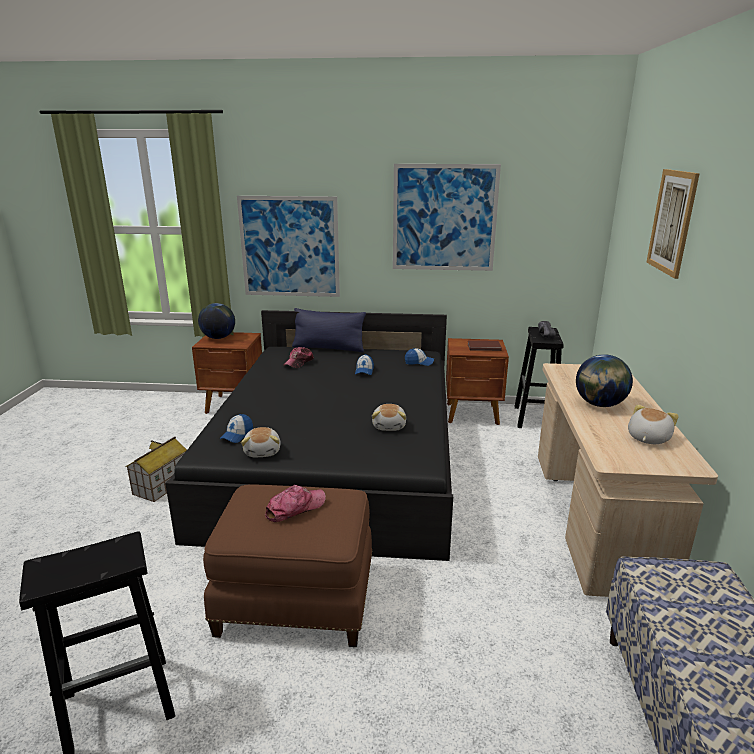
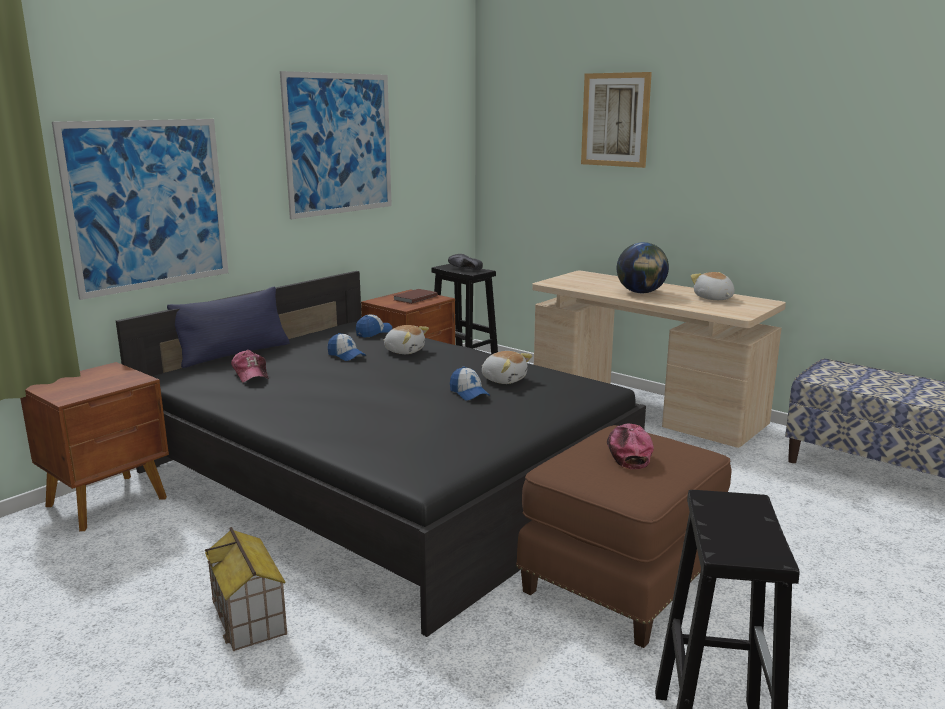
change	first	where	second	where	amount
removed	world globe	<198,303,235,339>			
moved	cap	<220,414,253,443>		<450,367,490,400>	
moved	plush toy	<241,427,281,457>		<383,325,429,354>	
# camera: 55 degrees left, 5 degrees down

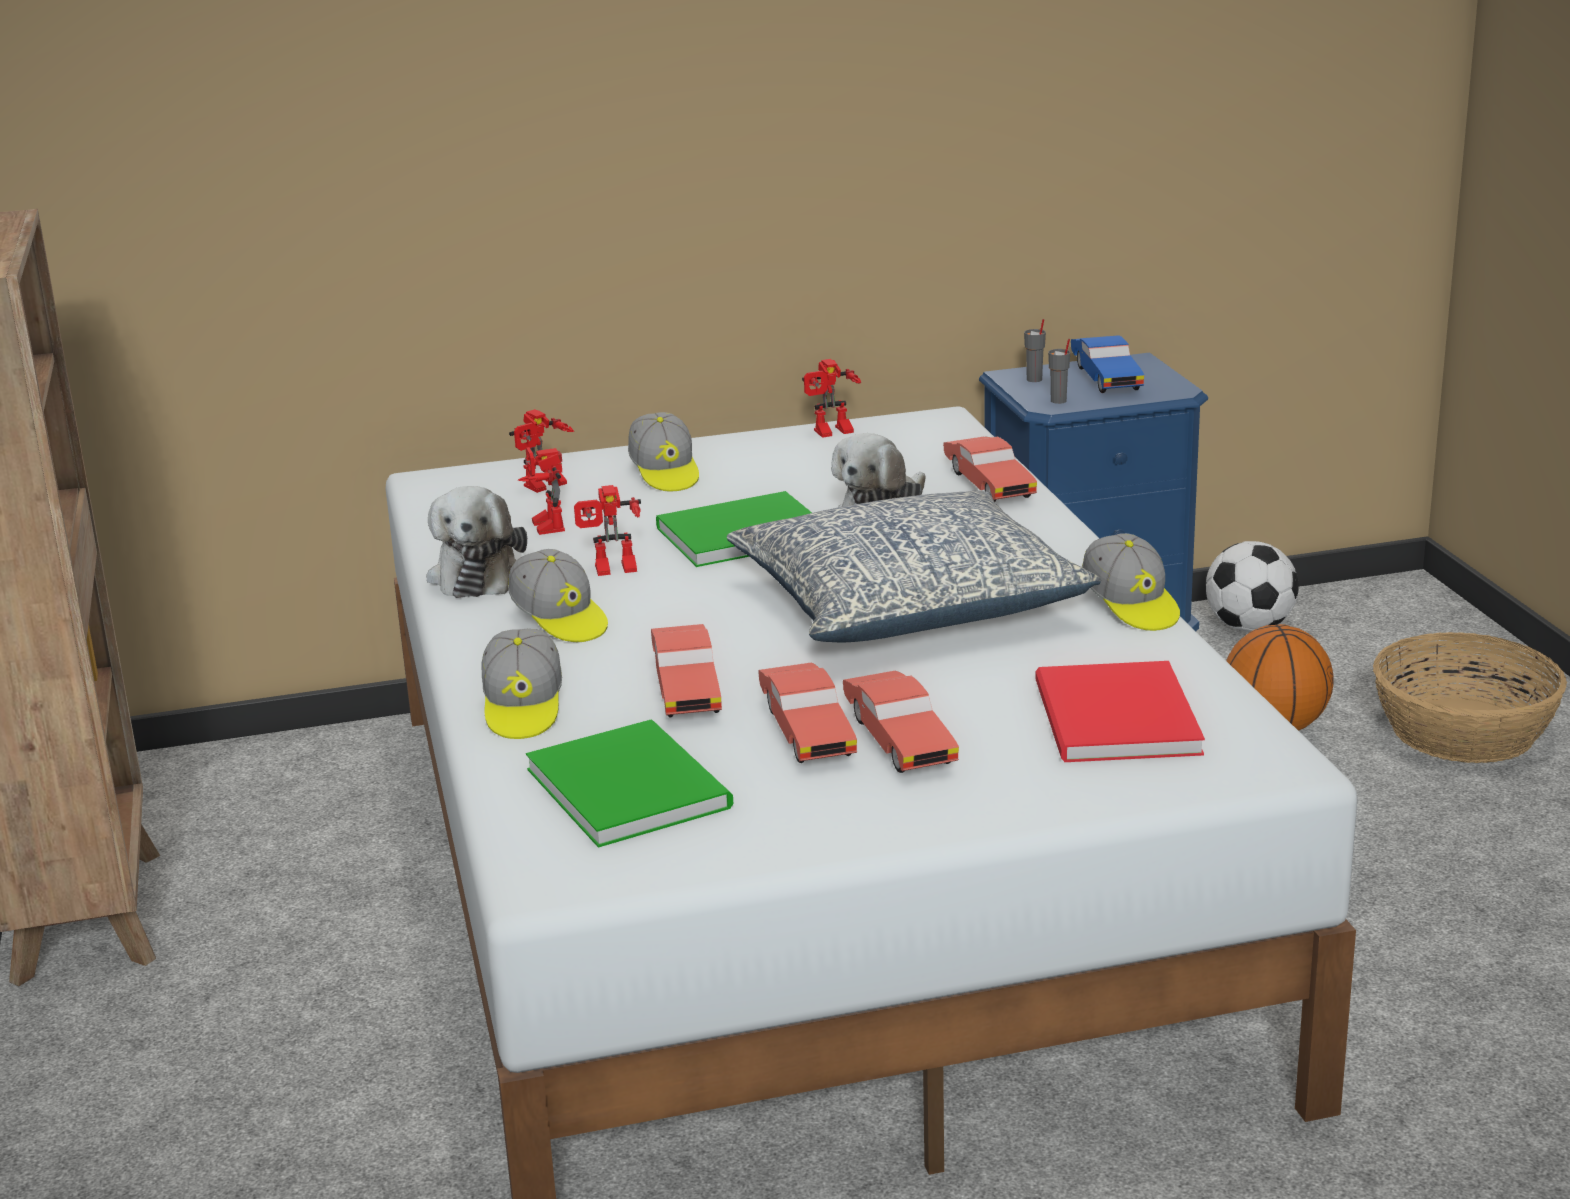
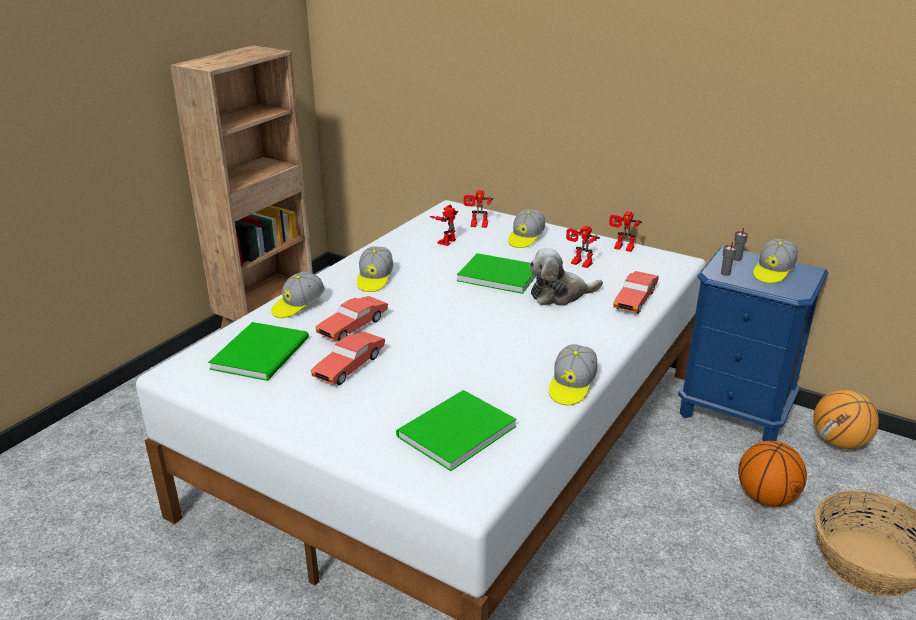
change	first	where	second	where	amount
removed	plush toy	<426,486,527,598>			
removed	throw pillow	<727,491,1101,643>			
removed	red-coloured toy car	<843,671,959,773>			
moved	toy robot	<574,485,641,576>		<566,225,600,268>	
replaced	bluish toy car	<1071,335,1144,393>	cap	<753,239,798,283>	
replaced	football ball	<1205,541,1299,632>	ball for basketball	<813,390,879,449>	
recoloured	red-coloured bound book	<1036,661,1205,762>	greenish bound book	<396,390,517,471>	
# camera: 45 degrees right, 5 degrees up

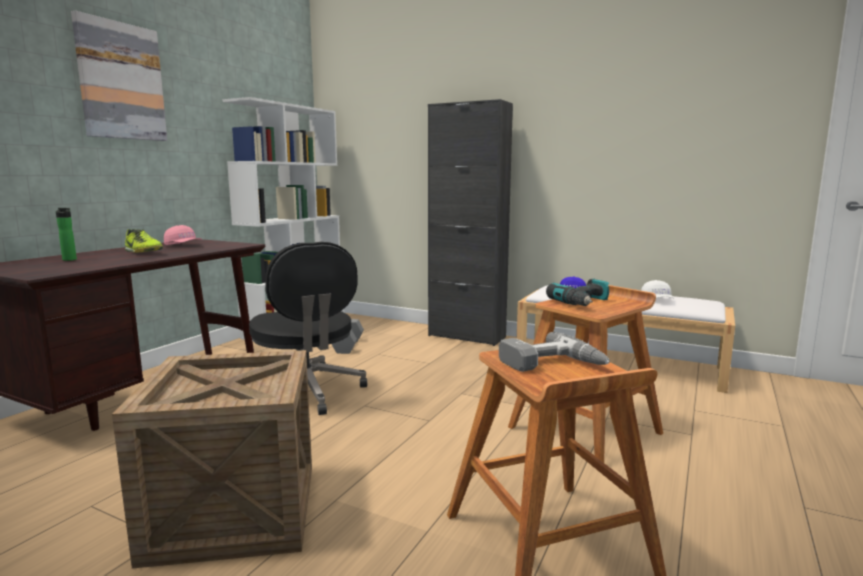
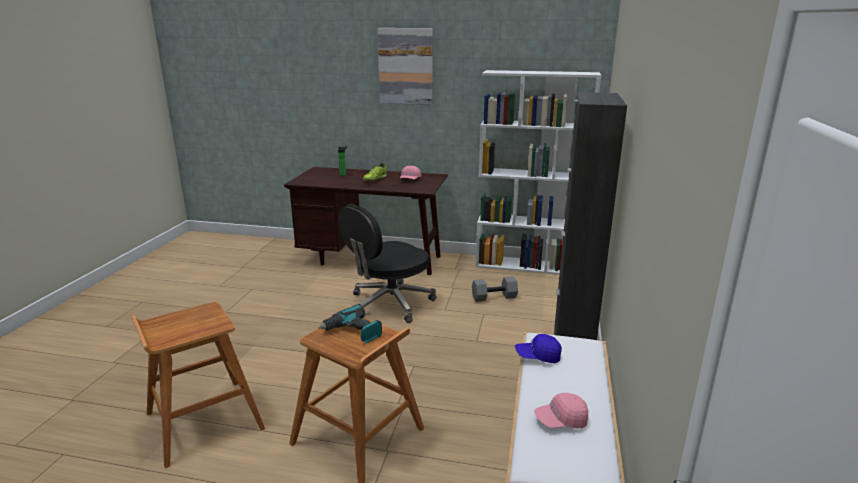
change	first	where	second	where	amount
removed	shipping crate	<112,350,312,569>			
removed	electric drill	<499,332,610,372>			
recoloured	white cap	<641,280,674,298>	pinkish cap	<534,393,588,428>	
# camera: 75 degrees right, 10 degrees up

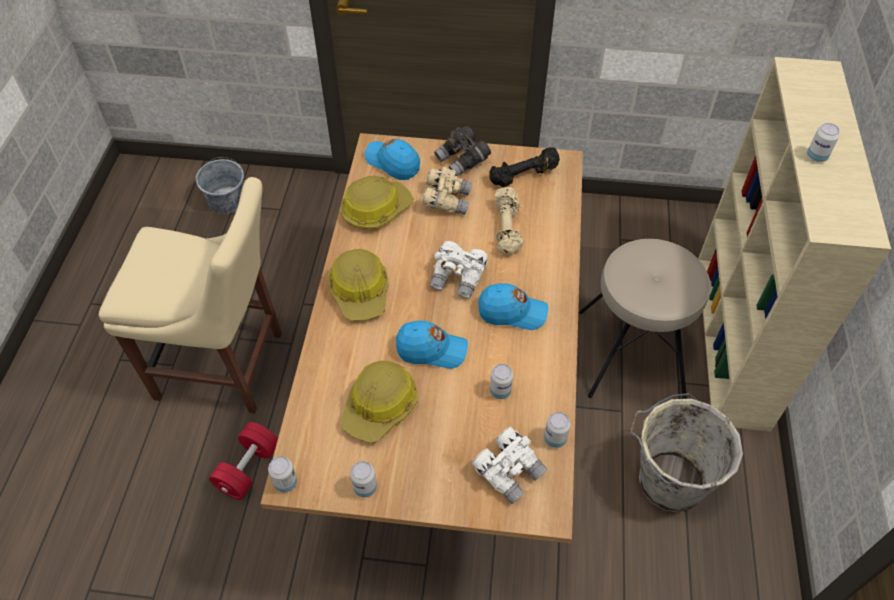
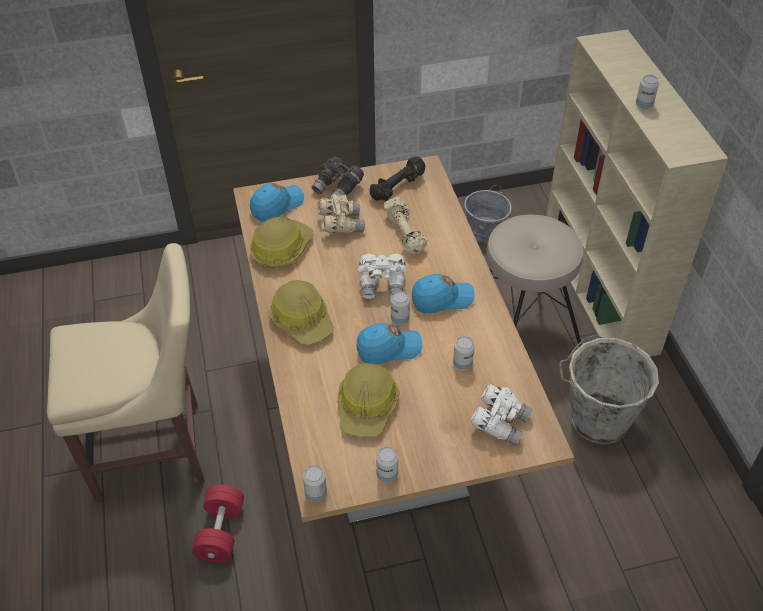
change	first	where	second	where	amount
moved	grey pail	<196,157,244,214>		<464,185,512,242>	
moved	metal can	<544,412,571,448>		<391,291,410,324>	
turned	bluish cap	<365,139,420,180>		<250,183,304,222>	120 degrees clockwise
# camera: 20 degrees left, 5 degrees down

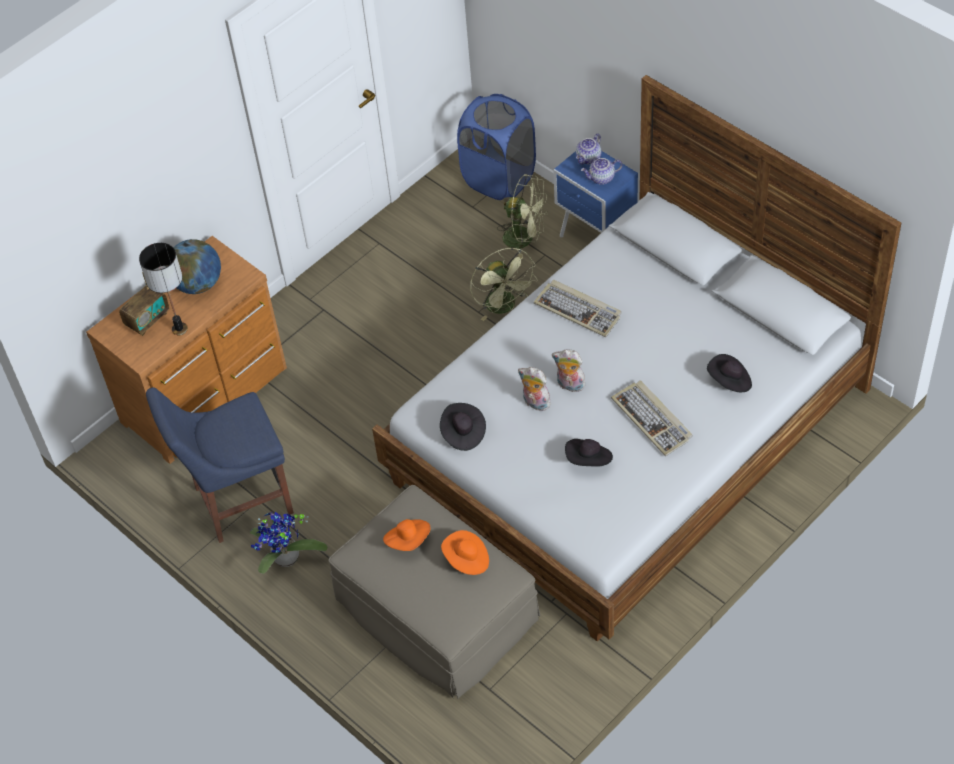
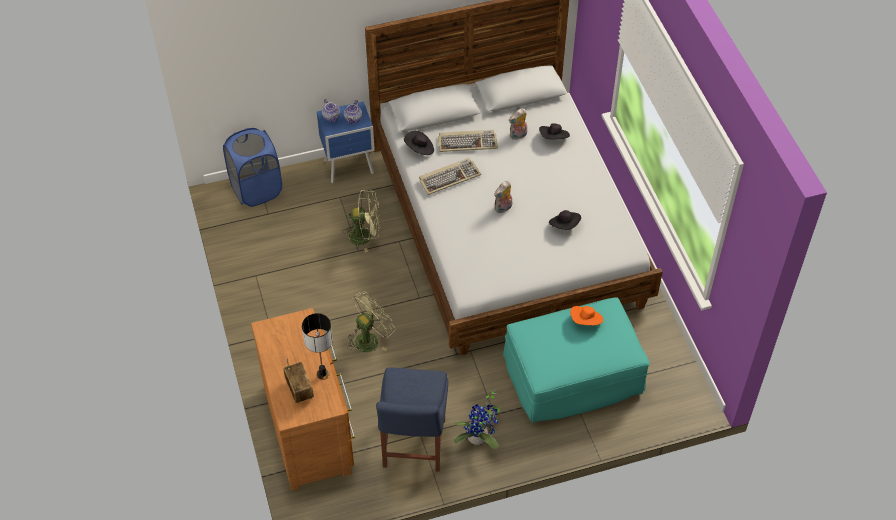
change	first	where	second	where	amount
removed	world globe	<166,239,221,294>			
removed	orange-coloured wearable hat	<383,519,431,551>			
moved	blackish wearable hat	<440,403,486,451>		<404,131,434,155>	
moved	greenish cooling fan	<497,174,548,259>		<347,291,395,352>	
moved	plush toy	<518,367,551,411>		<509,108,528,140>	
moved	PC keyboard	<611,380,692,456>		<438,130,498,152>	
recoloured	beige-coloured footrest	<328,485,540,699>	turquoise-coloured footrest	<503,297,650,423>	
# camera: 65 degrees left, 0 degrees up

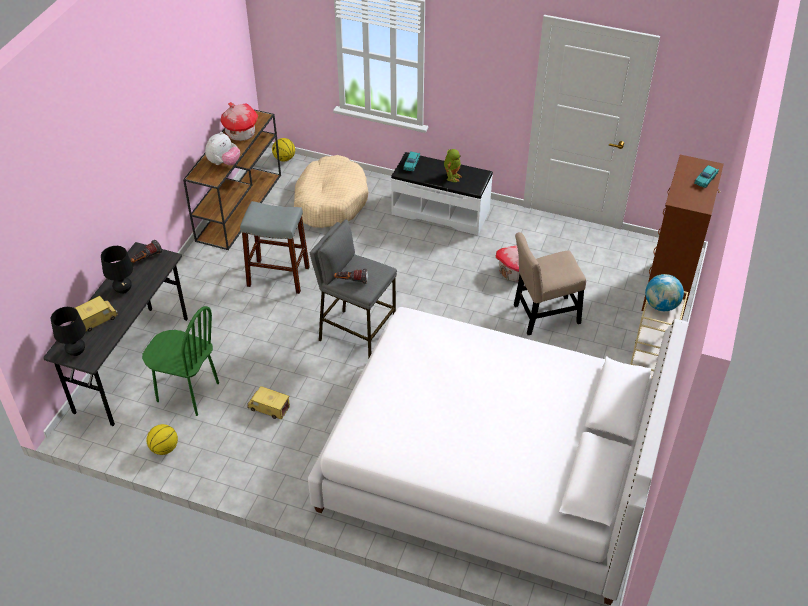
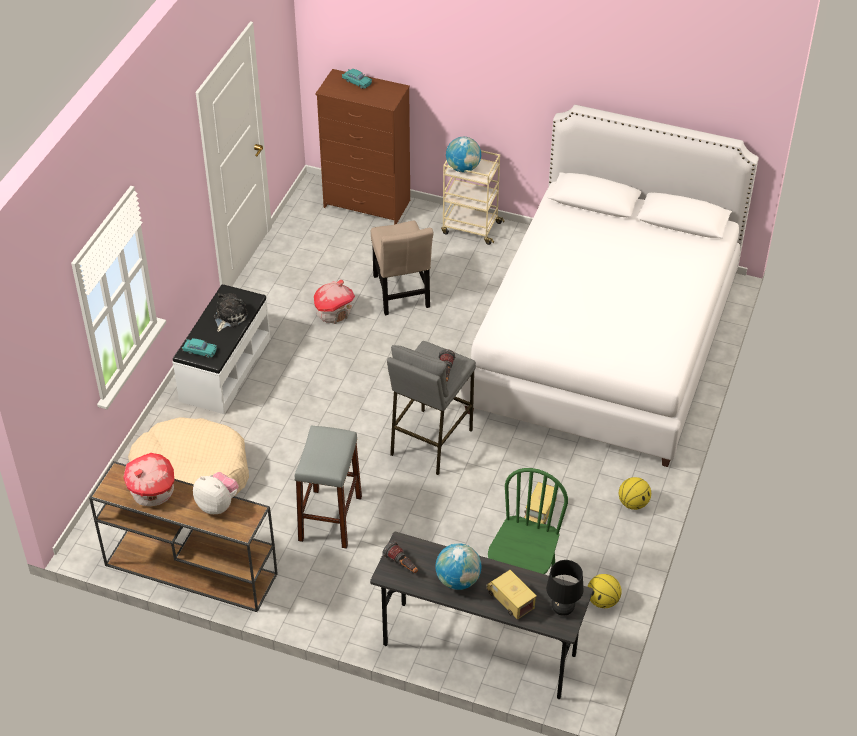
change	first	where	second	where	amount
moved	ball for basketball	<272,138,295,161>		<619,477,651,510>	
replaced	blackish lamp for a table	<101,246,133,294>	world globe	<435,543,482,590>	
replaced	toy robot	<444,149,462,182>	plush toy	<214,293,249,332>	
# camera: 90 degrees left, 0 degrees up

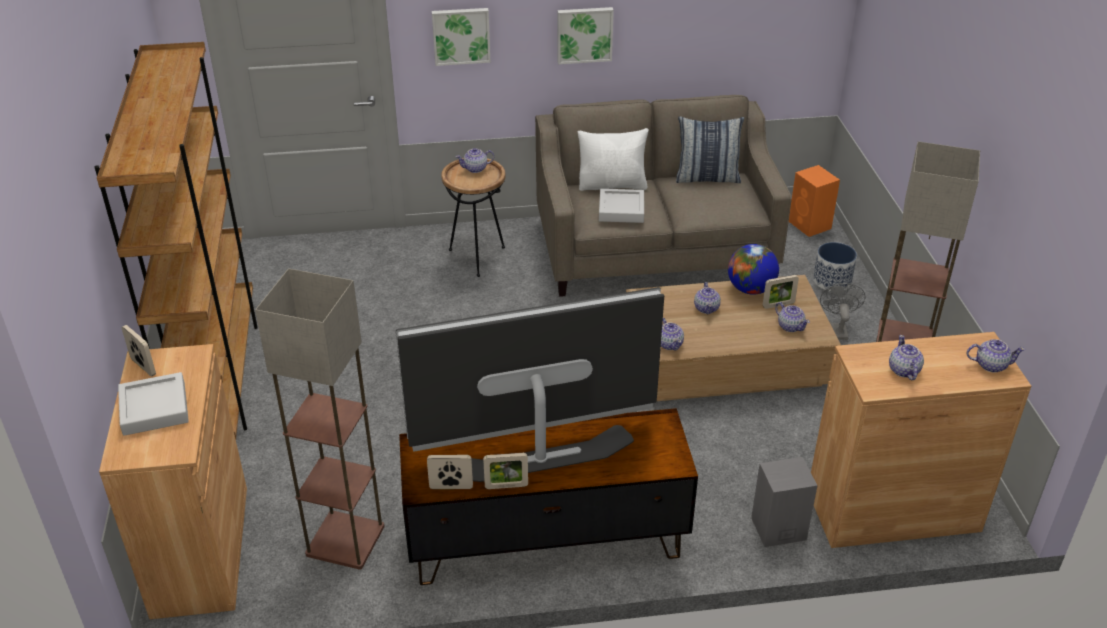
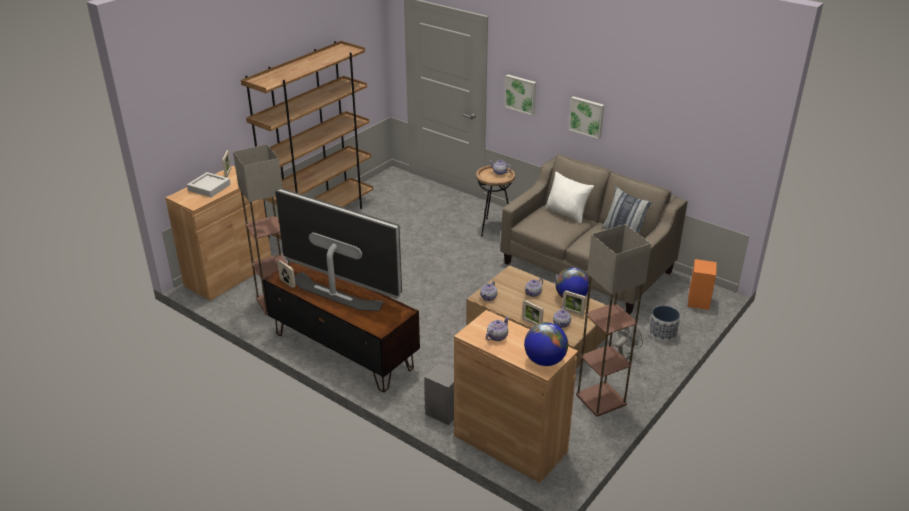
change	first	where	second	where	amount
removed	grey carrying tray	<599,189,644,223>			
moved	standing frame	<483,453,528,489>		<522,300,544,325>	
replaced	tea pot	<966,339,1025,372>	world globe	<524,322,568,366>	
# camera: 45 degrees right, 5 degrees down

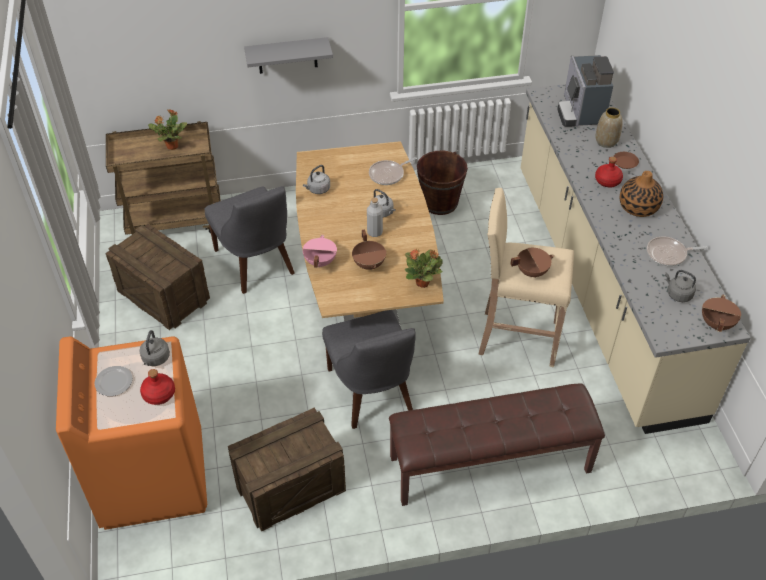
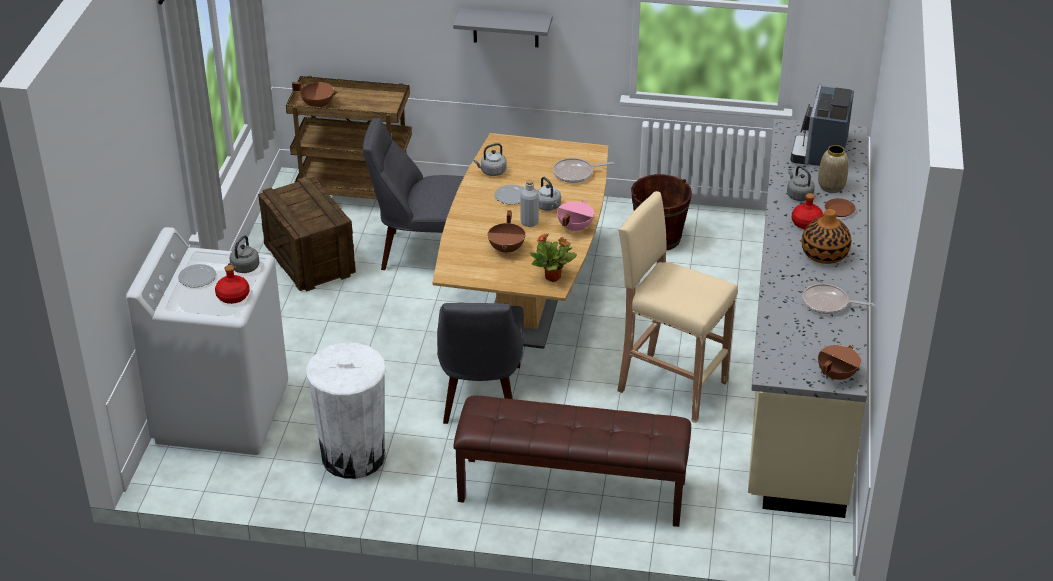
change	first	where	second	where	amount
removed	plant in a pot	<148,110,187,150>			
added			dinner plate	<495,185,525,205>	
moved	pinkish stockpot	<303,235,337,268>		<557,200,594,232>	
moved	brown stockpot	<510,248,555,278>		<292,82,338,107>	
moved	grey water kettle	<665,270,696,302>		<787,166,815,201>	
replaced	shipping crate	<228,408,346,532>	white trash can	<306,343,386,479>	
recoloured	orange-coloured laundry appliance	<56,336,207,530>	white laundry appliance	<126,227,288,455>	
turned	grey chair	<204,186,295,294>		<363,118,464,270>	105 degrees clockwise
# camera: 20 degrees right, 10 degrees down

